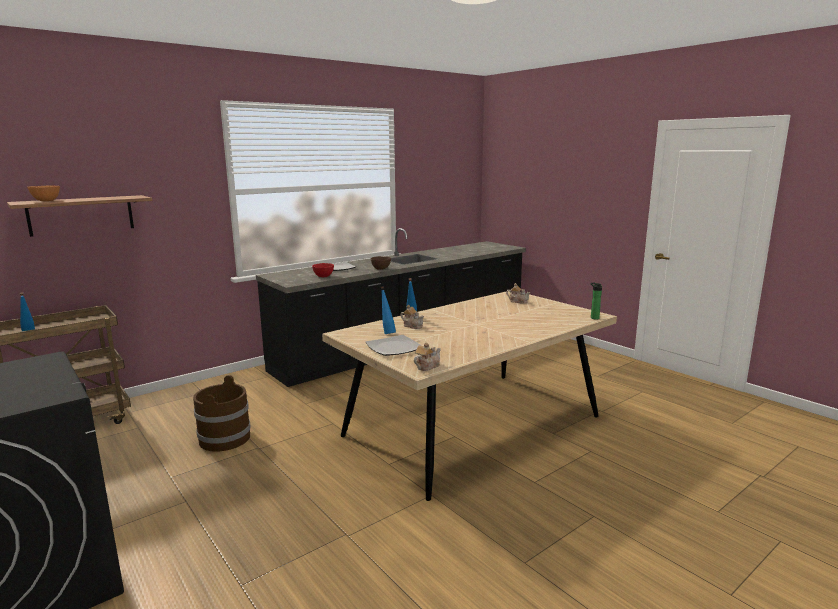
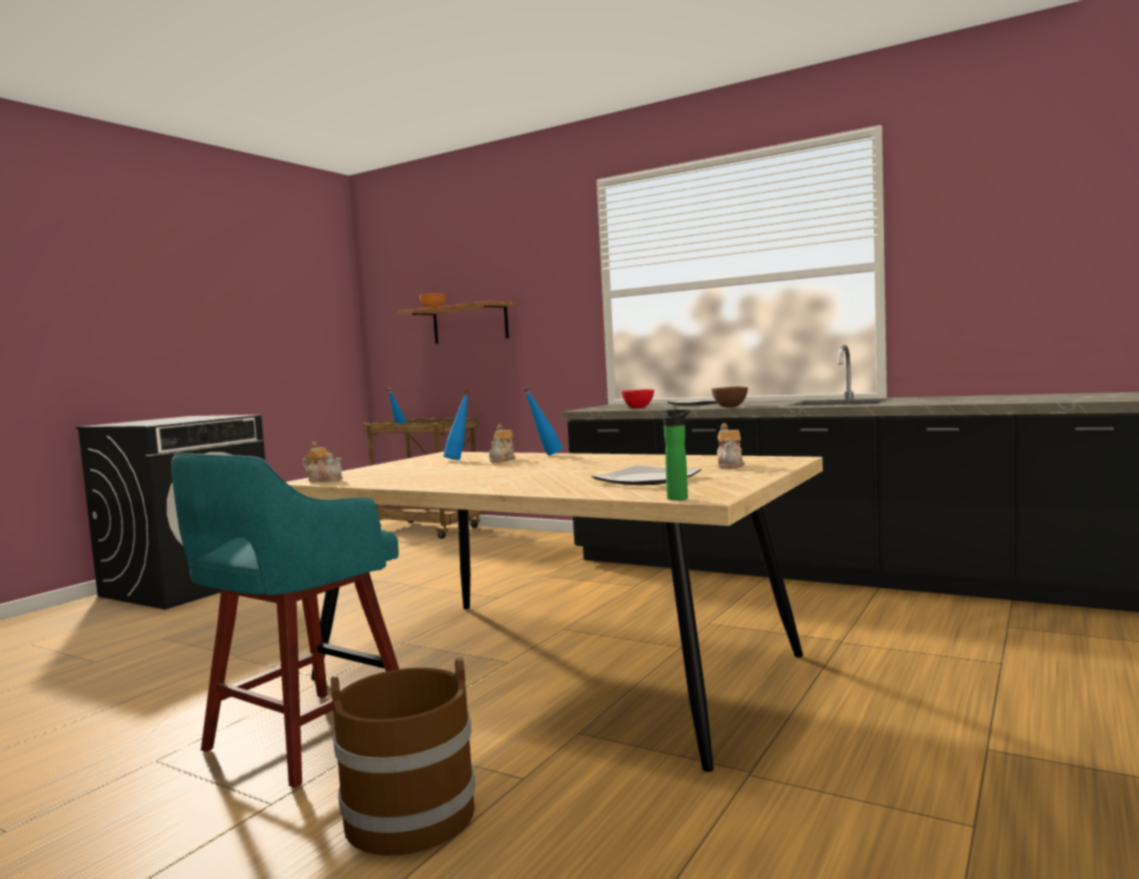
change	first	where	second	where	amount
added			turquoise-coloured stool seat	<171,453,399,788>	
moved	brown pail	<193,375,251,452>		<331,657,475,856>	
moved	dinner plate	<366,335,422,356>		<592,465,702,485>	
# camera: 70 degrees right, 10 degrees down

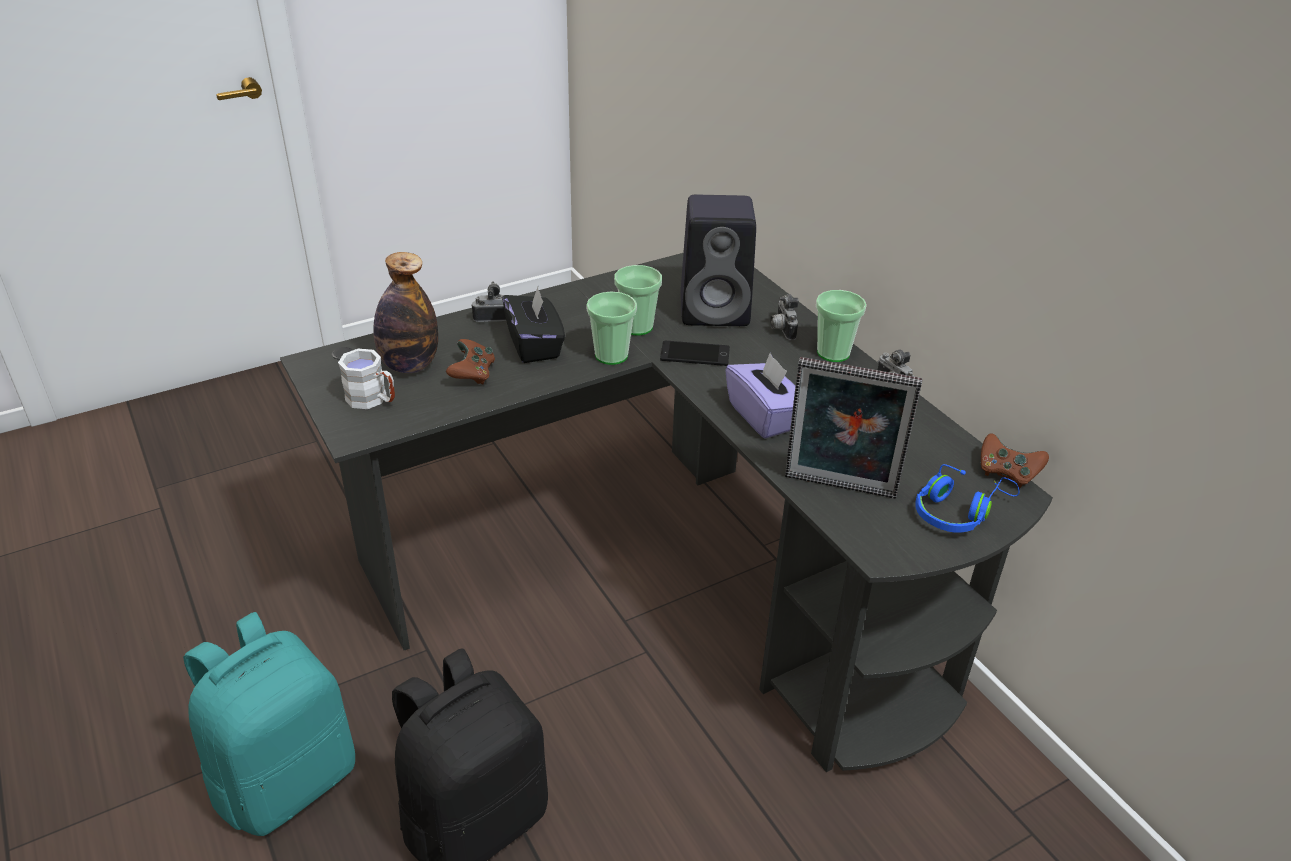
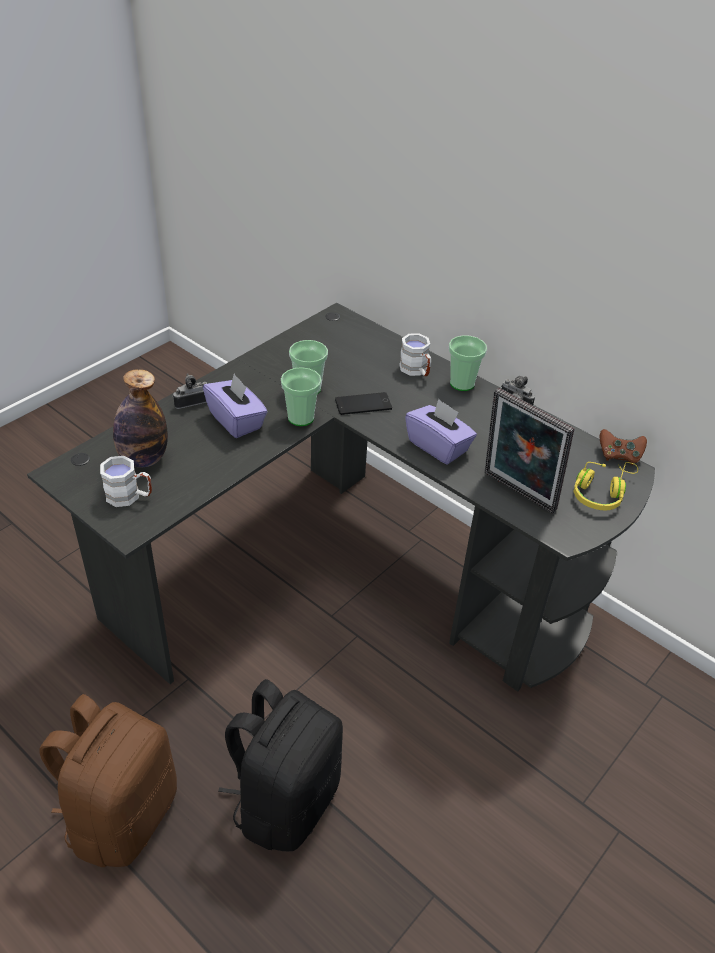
change	first	where	second	where	amount
removed	brown game controller	<446,339,495,385>			
removed	blackish loudspeaker	<681,195,756,326>			
replaced	photo camera	<770,294,799,340>	white coffee mug	<399,333,431,376>	
recoloured	turquoise-coloured backpack	<183,612,355,836>	brown backpack	<39,694,177,867>	
recoloured	blackish box of tissues	<502,287,565,363>	purple box of tissues	<203,373,268,438>	
recoloured	bluish headset	<915,464,1019,533>	yellowish headset	<573,462,638,511>	
turned	standing frame	<785,357,923,499>		<484,388,574,514>	45 degrees clockwise
# camera: 20 degrees left, 5 degrees up

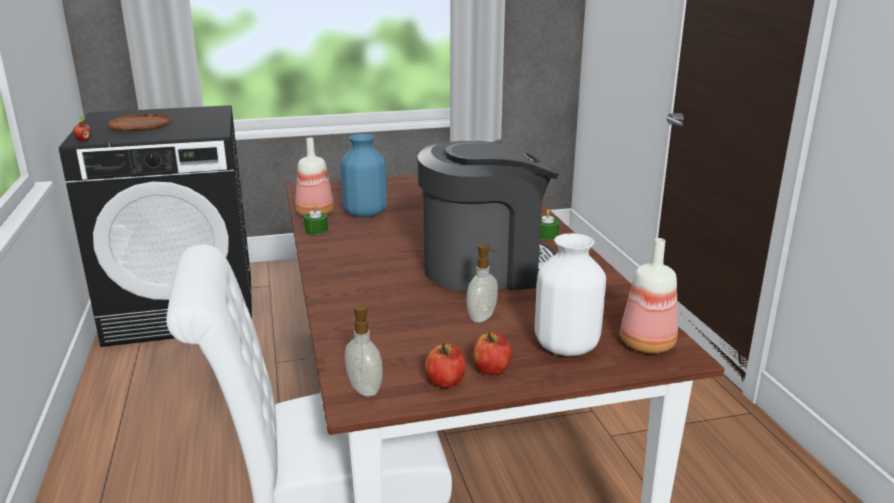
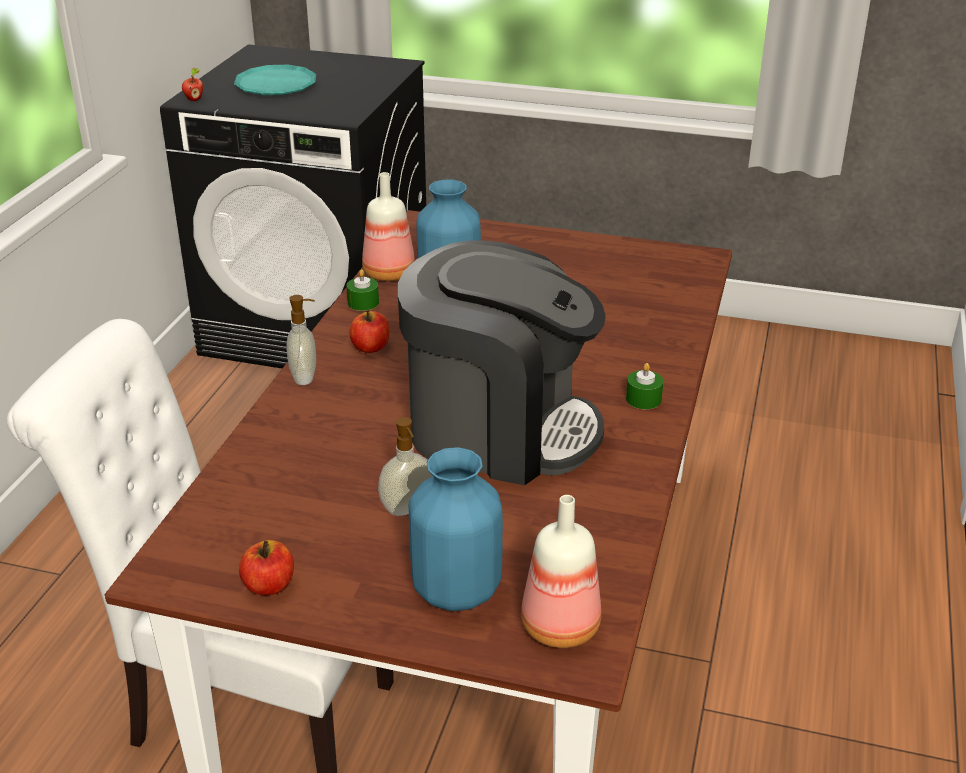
change	first	where	second	where	amount
moved	soap dispenser	<345,304,383,397>		<286,295,316,385>	
moved	apple fruit	<473,332,512,375>		<349,310,389,353>	
recoloured	brown dinner plate	<107,114,172,131>	turquoise-coloured dinner plate	<234,65,316,95>	
recoloured	white decorative vase	<535,233,606,356>	bluish decorative vase	<409,447,503,611>	
# camera: 30 degrees right, 10 degrees up

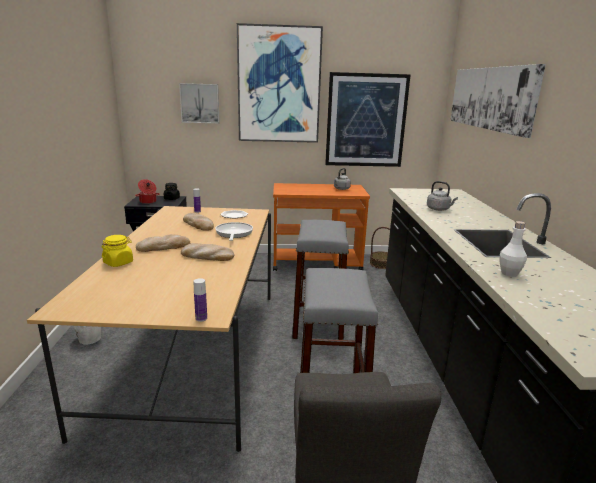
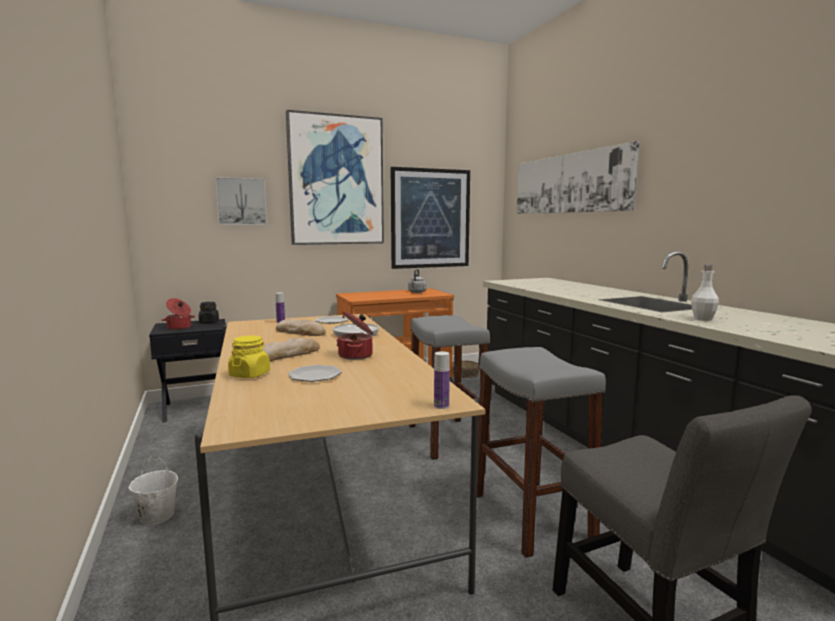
change	first	where	second	where	amount
removed	grey water kettle	<427,181,458,211>			
added			dinner plate	<288,365,342,382>	
replaced	bread	<181,243,234,261>	stockpot	<337,311,373,360>	
# camera: 20 degrees left, 10 degrees down

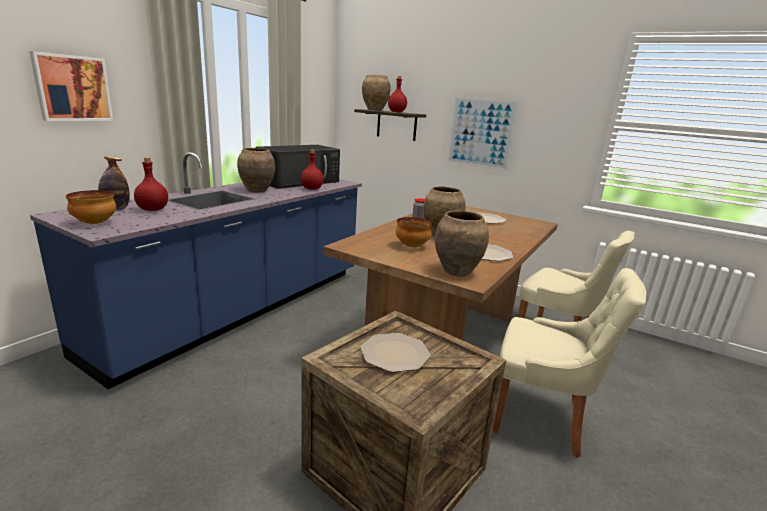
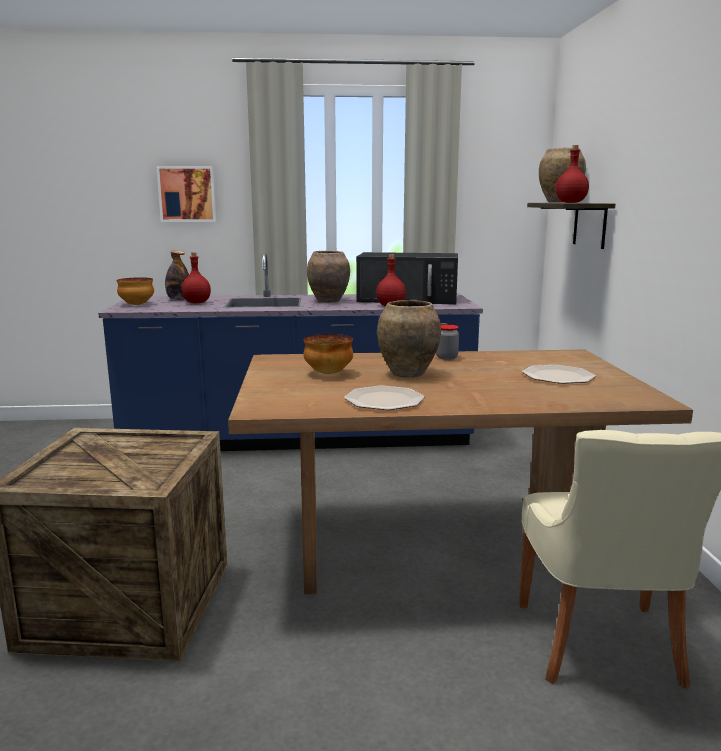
change	first	where	second	where	amount
removed	dinner plate	<360,333,431,372>			
removed	brown decorative vase	<435,210,489,277>			
removed	wall art	<447,96,520,171>			
removed	beige-coloured chair	<493,268,646,458>			
# camera: 55 degrees right, 5 degrees down

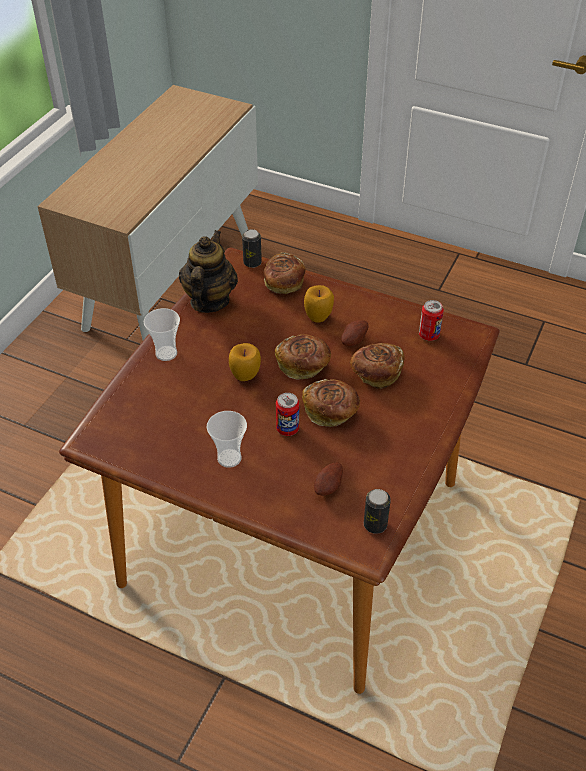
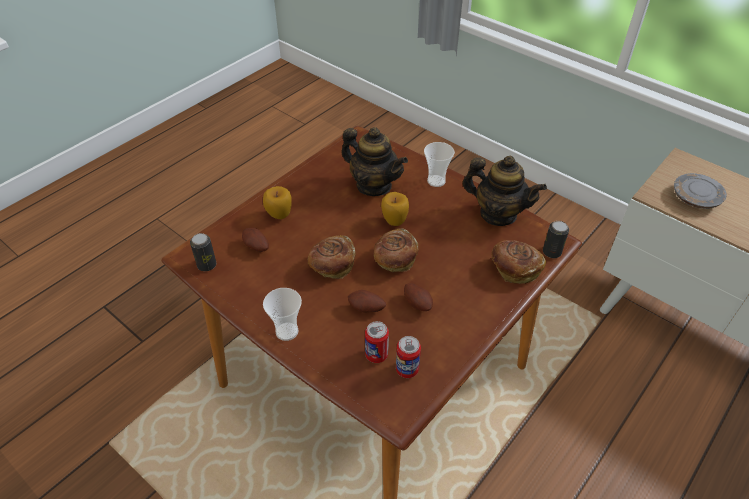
change	first	where	second	where	amount
added			tea pot	<341,127,408,196>	
added			grey dinner plate	<674,173,727,209>	
moved	drinking cup	<207,411,247,468>		<263,288,302,341>	
moved	metal can	<276,393,299,436>		<365,321,389,363>	
moved	apple fruit	<304,285,334,323>		<263,186,292,219>	
replaced	bread	<350,343,405,389>	whole potato	<348,290,386,312>	
# camera: 105 degrees right, 0 degrees up

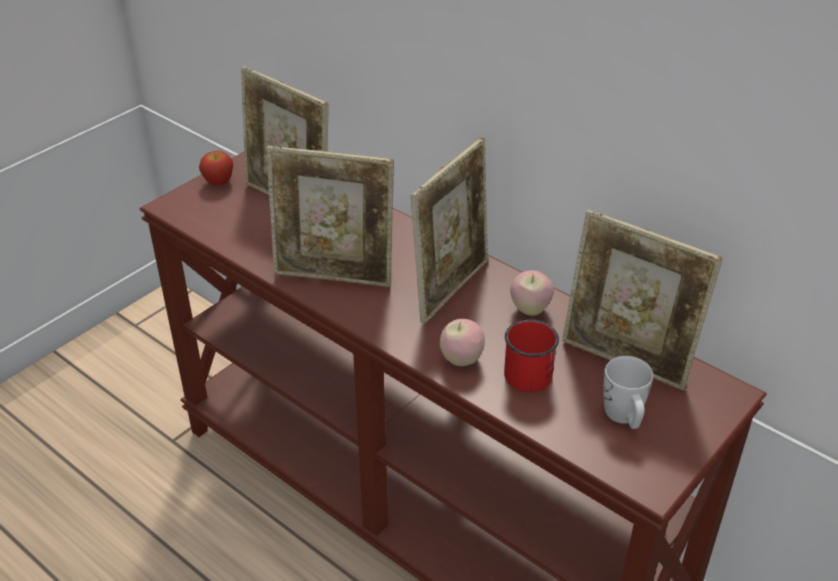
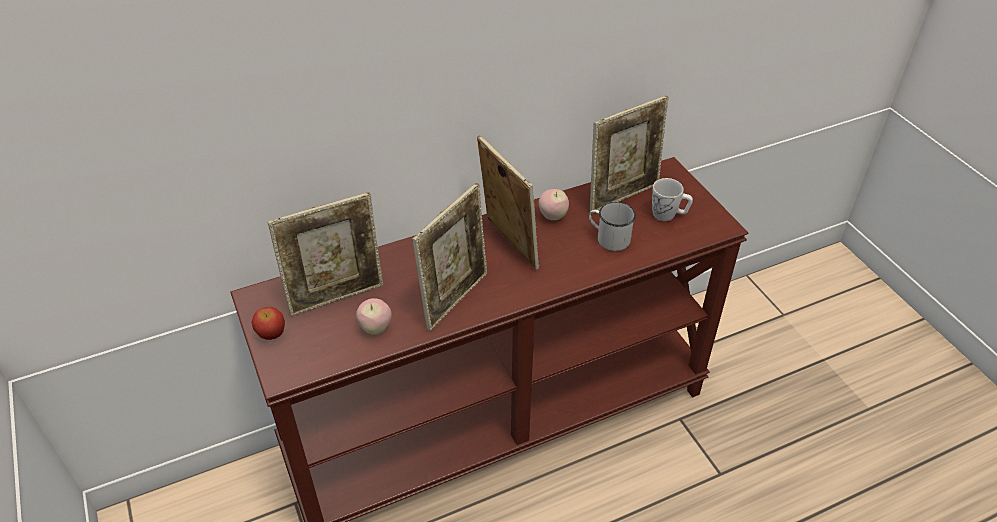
change	first	where	second	where	amount
moved	apple fruit	<440,319,485,366>		<356,298,392,335>	
recoloured	red-coloured coffee mug	<504,319,559,392>	white coffee mug	<588,202,636,251>	
# camera: 65 degrees left, 5 degrees up

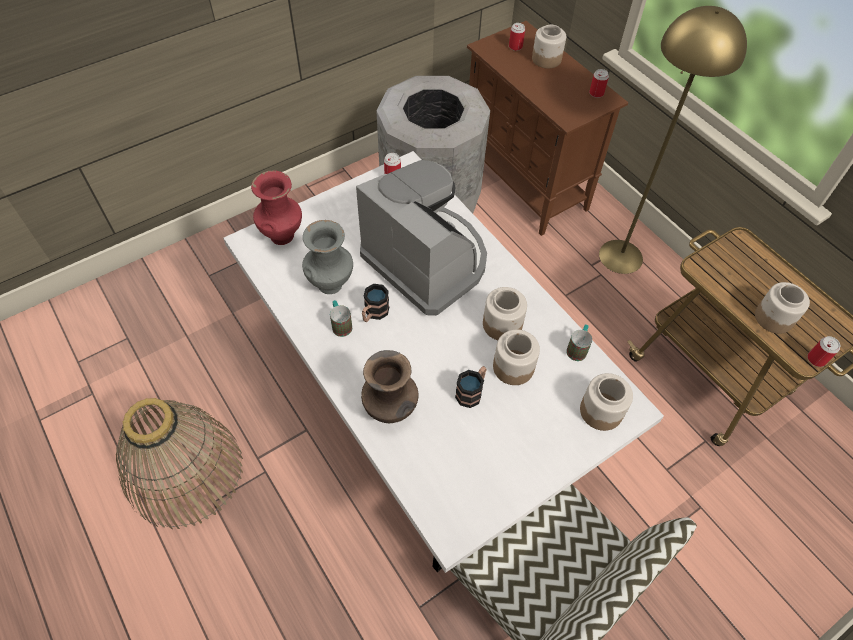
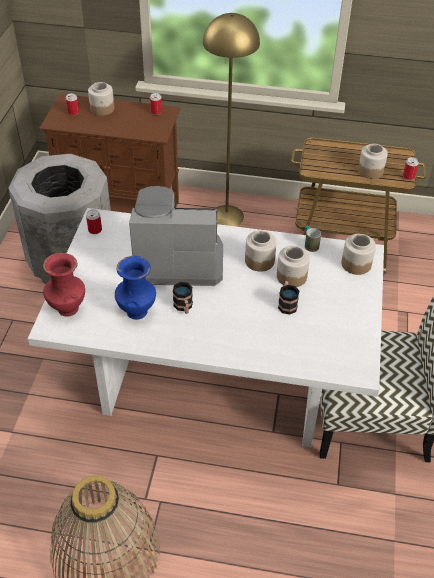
change	first	where	second	where	amount
removed	coffee mug	<330,300,352,337>			
removed	brown decorative vase	<361,350,419,423>			
recoloured	grey decorative vase	<302,220,353,294>	bluish decorative vase	<115,256,156,320>	
# camera: 45 degrees left, 10 degrees down

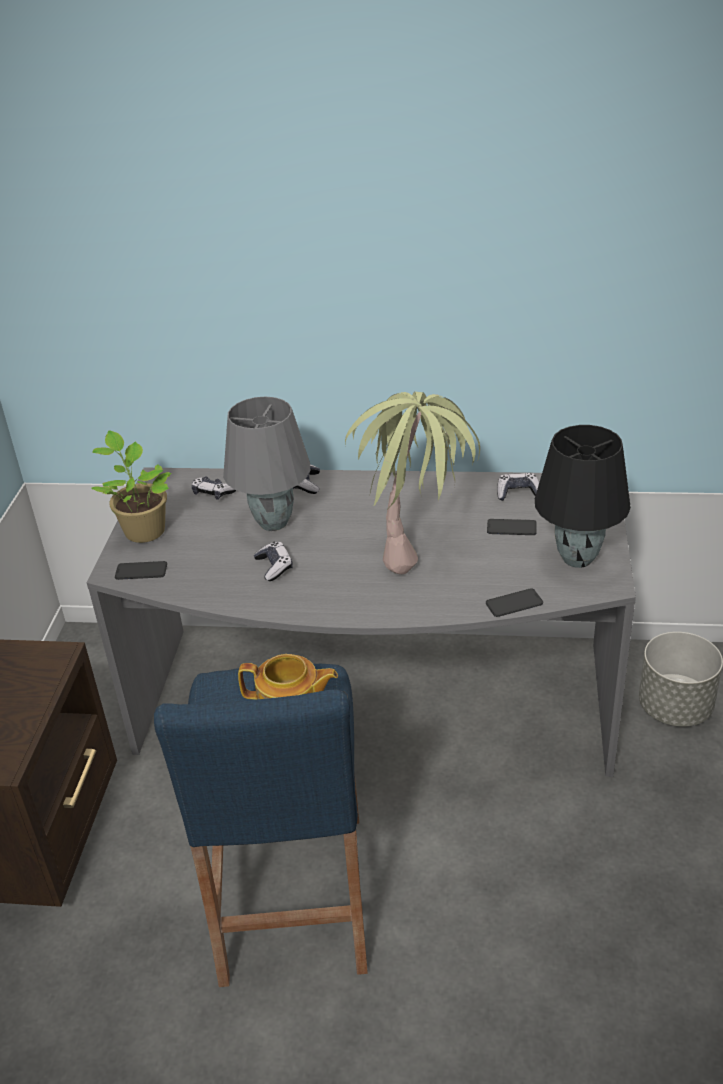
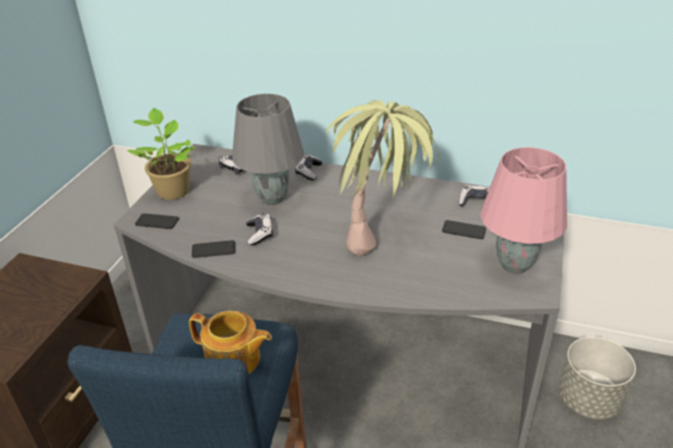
change	first	where	second	where	amount
moved	telephone	<486,588,543,617>		<192,240,235,258>	
recoloured	blackish lamp for a table	<535,425,631,568>	pinkish lamp for a table	<480,147,567,274>	
# camera: 10 degrees right, 0 degrees up

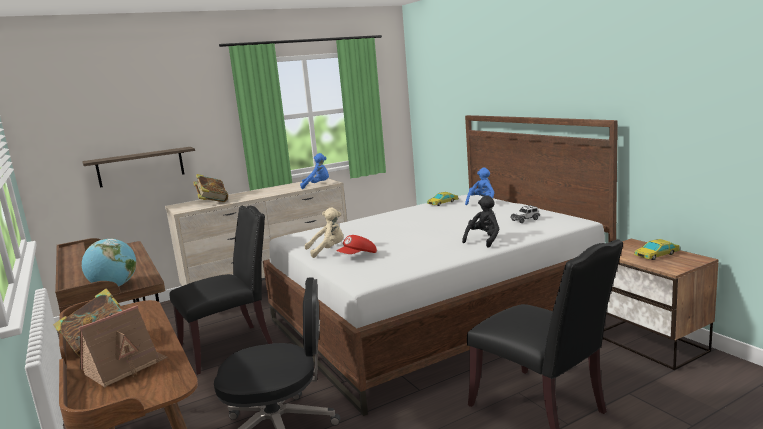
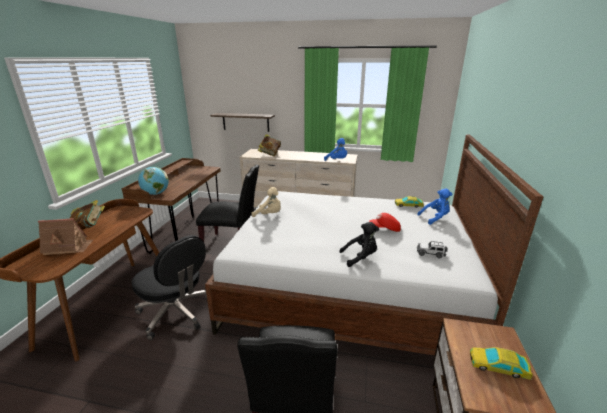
change	first	where	second	where	amount
moved	red-coloured cap	<337,235,377,254>		<369,213,401,232>	
# camera: 40 degrees right, 10 degrees up

